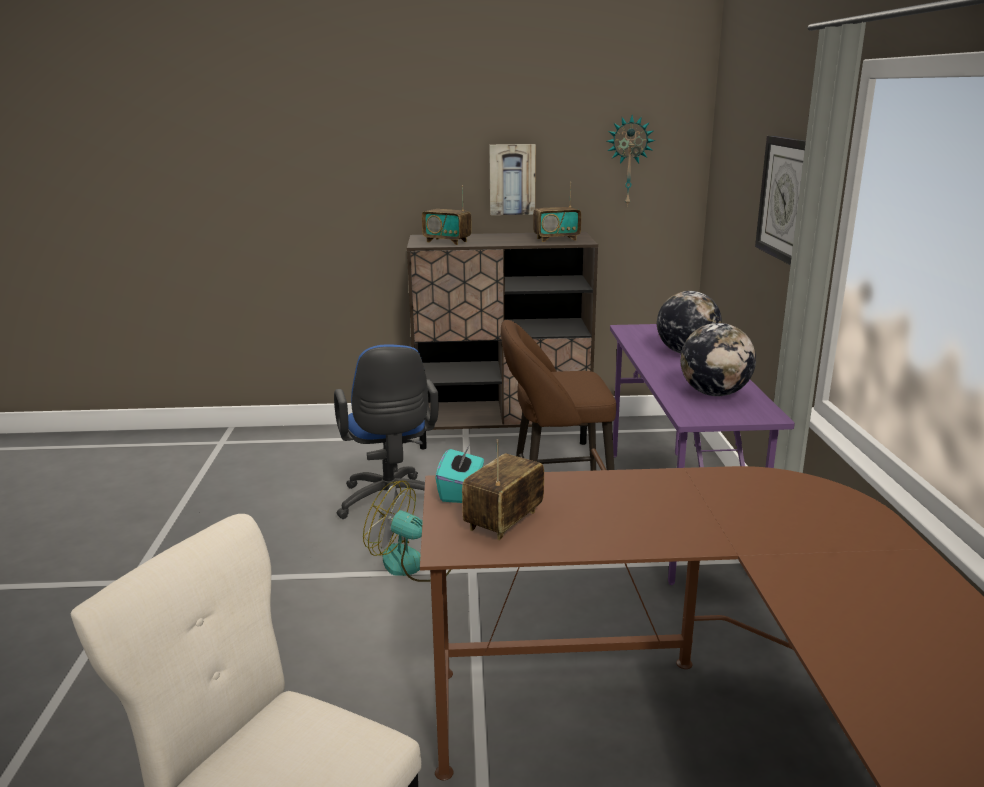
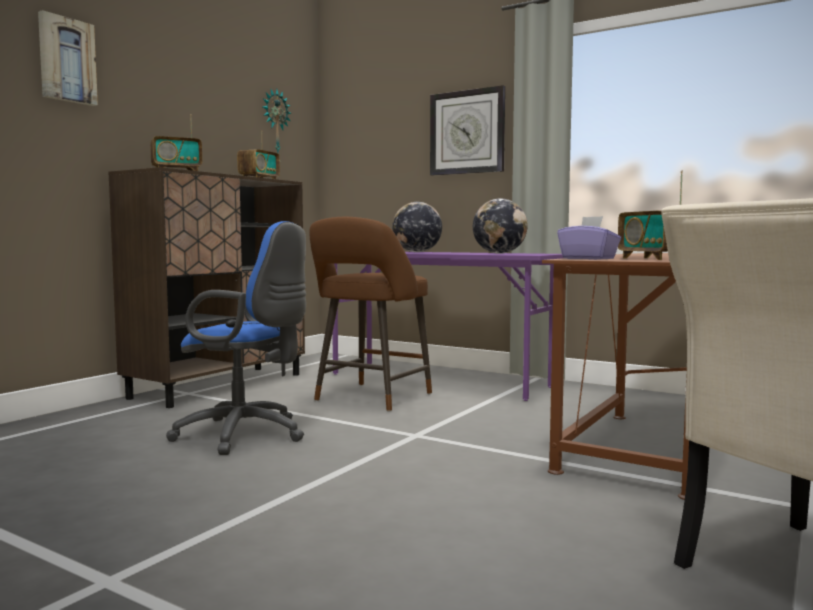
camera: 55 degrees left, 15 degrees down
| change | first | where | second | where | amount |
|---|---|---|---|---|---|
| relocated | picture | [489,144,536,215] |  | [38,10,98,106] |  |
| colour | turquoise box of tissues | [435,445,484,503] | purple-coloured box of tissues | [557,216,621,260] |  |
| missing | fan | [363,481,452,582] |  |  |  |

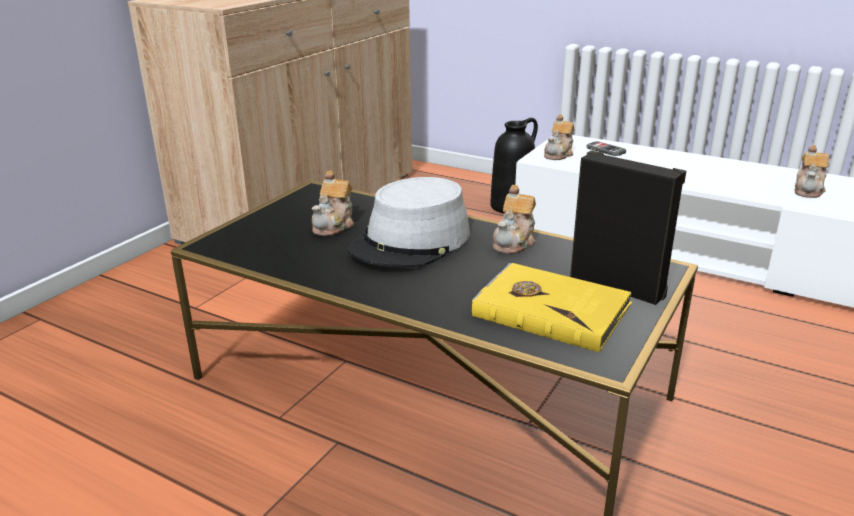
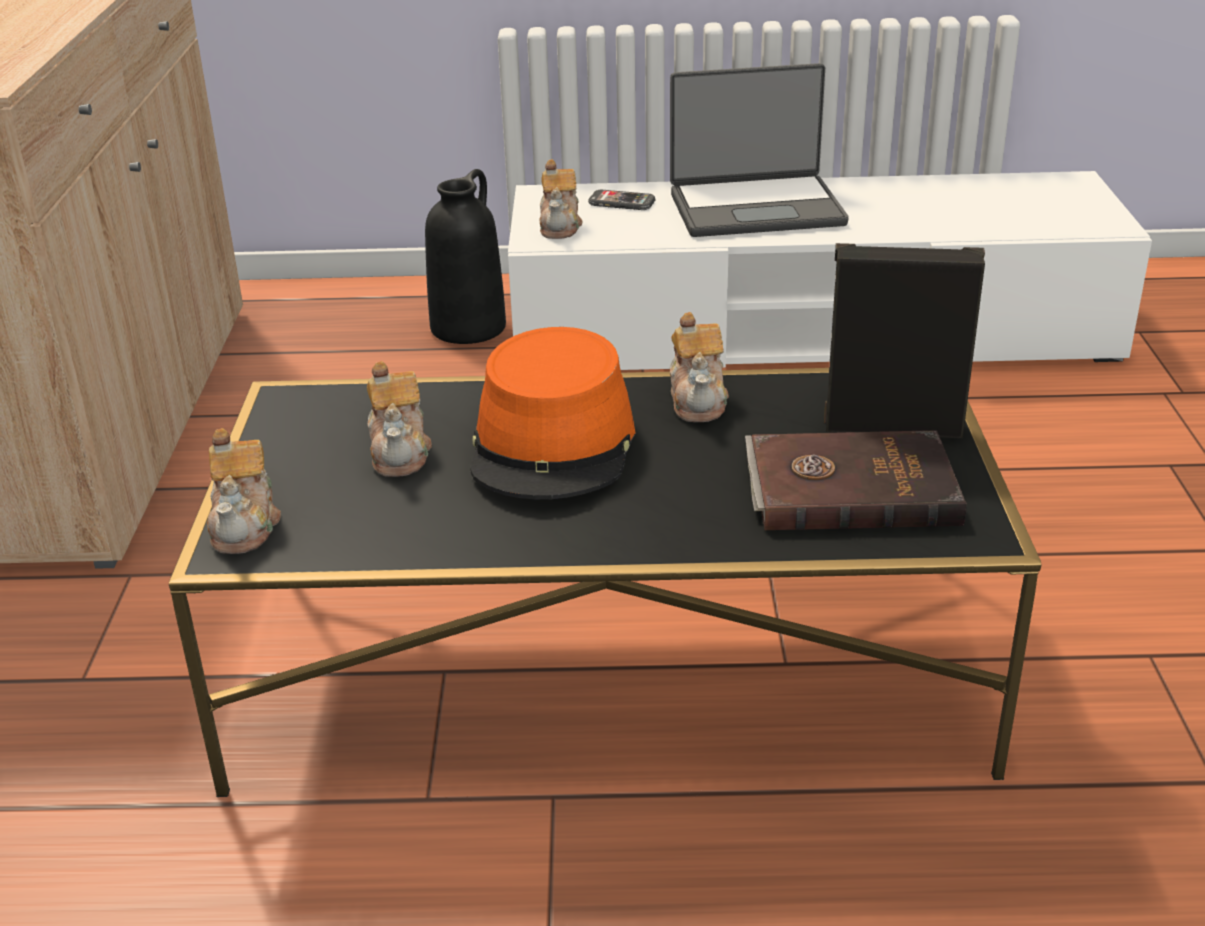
camera: 30 degrees left, 5 degrees up
| change | first | where | second | where | amount |
|---|---|---|---|---|---|
| relocated | pot for tea | [794,145,829,198] |  | [207,428,281,554] |  |
| colour | greyish clothing hat | [348,177,470,268] | orangey clothing hat | [470,327,635,499] |  |
| appeared |  |  | laptop | [670,63,849,237] |  |
| colour | yellow-coloured bound book | [472,263,633,353] | brown-coloured bound book | [745,430,967,530] |  |

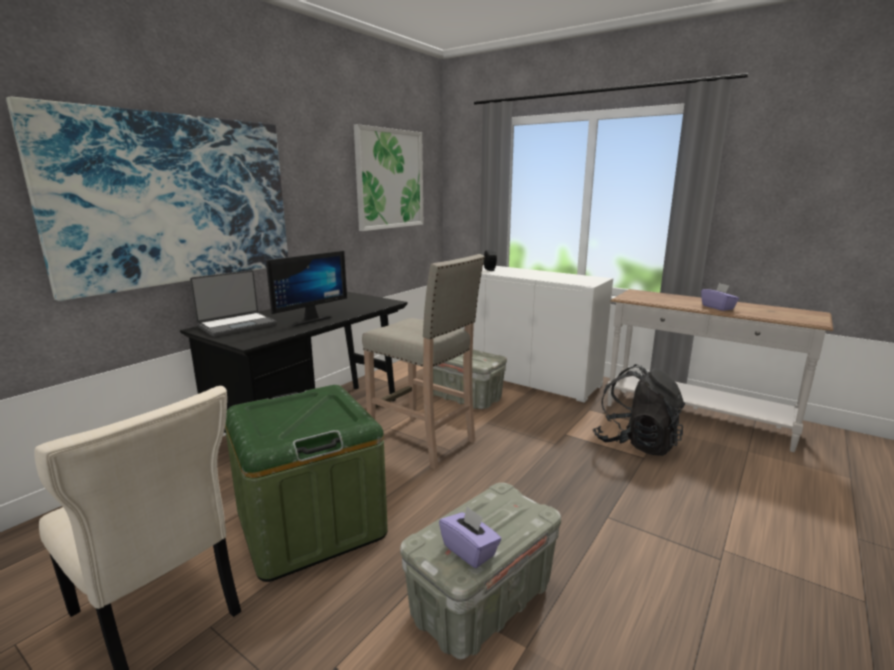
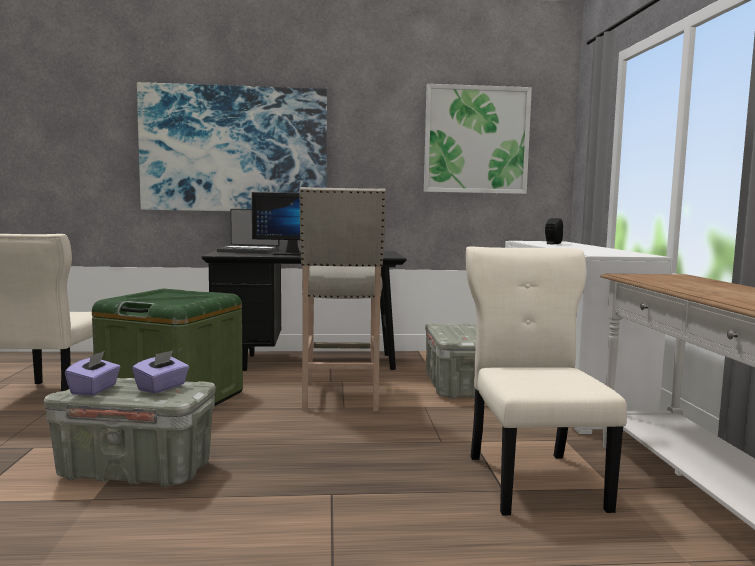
camera: 50 degrees right, 10 degrees down
| change | first | where | second | where | amount |
|---|---|---|---|---|---|
| relocated | purple-coloured box of tissues | [701,283,739,311] |  | [132,350,189,394] |  |
| exchanged | black rucksack | [592,364,685,456] | sand-coloured chair | [466,246,627,516] |  |

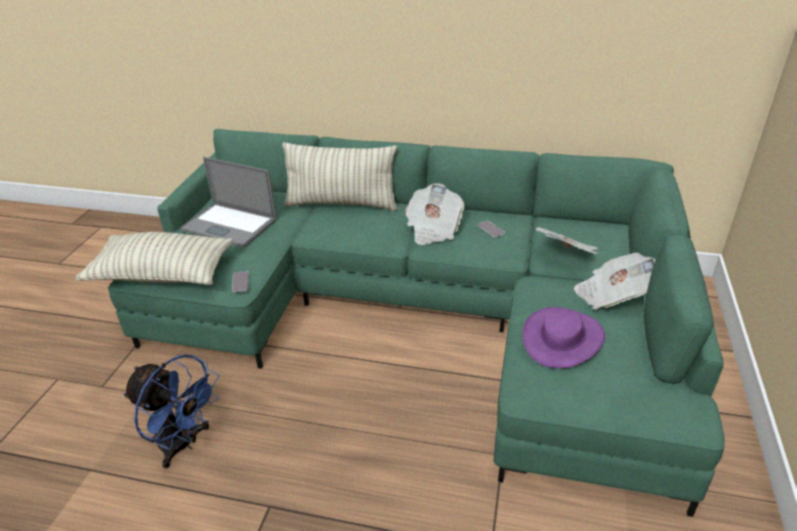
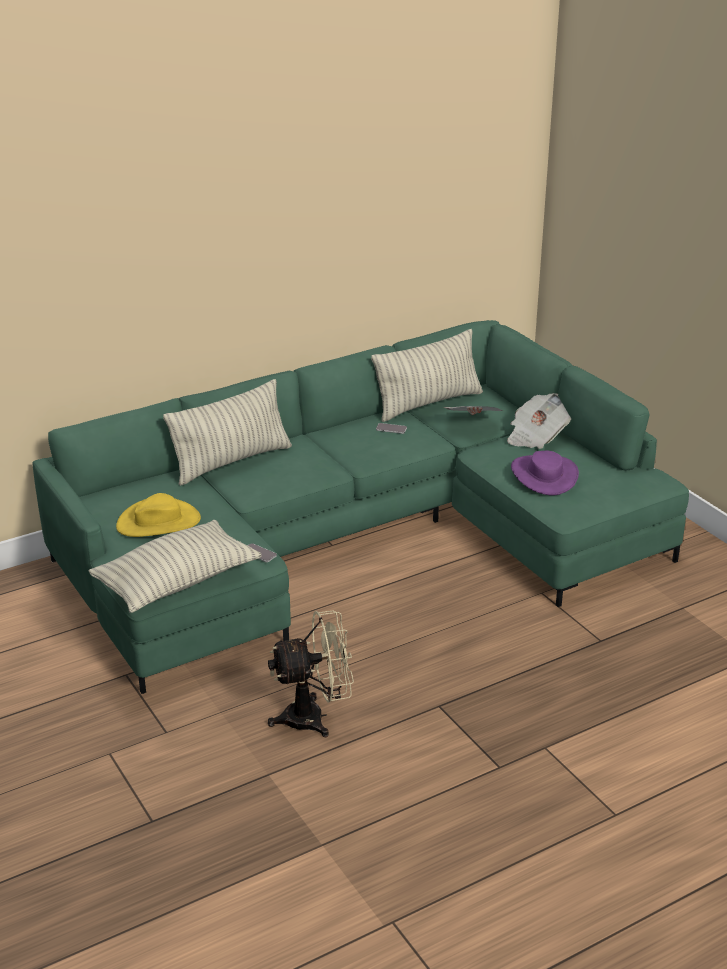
camera: 45 degrees left, 5 degrees down
| change | first | where | second | where | amount |
|---|---|---|---|---|---|
| exchanged | laptop | [179,157,276,248] | yellow-coloured clothing hat | [116,493,201,537] |  |
| colour | bluish fan | [123,354,219,469] | sand-coloured fan | [268,610,354,737] |  |
| appeared |  |  | throw pillow | [371,329,483,422] |  |
| missing | daily paper | [405,183,465,245] |  |  |  |

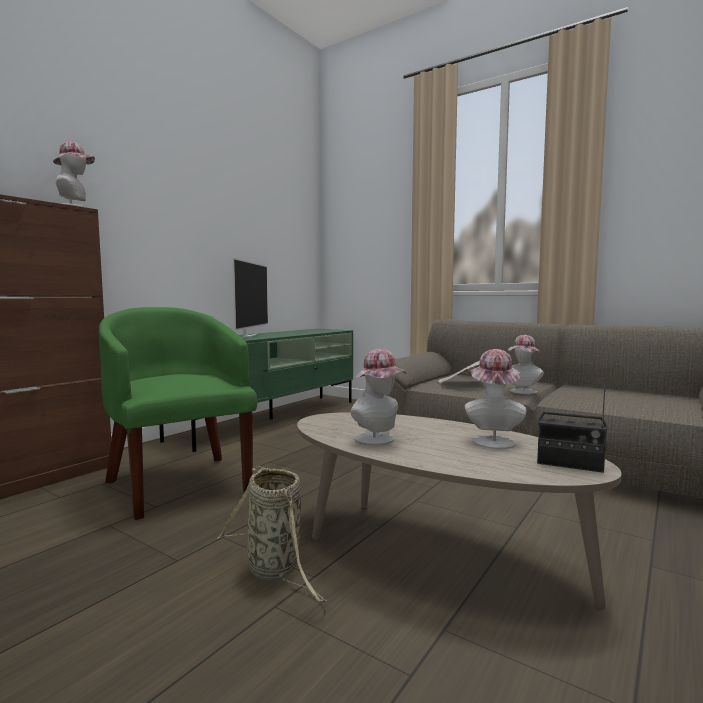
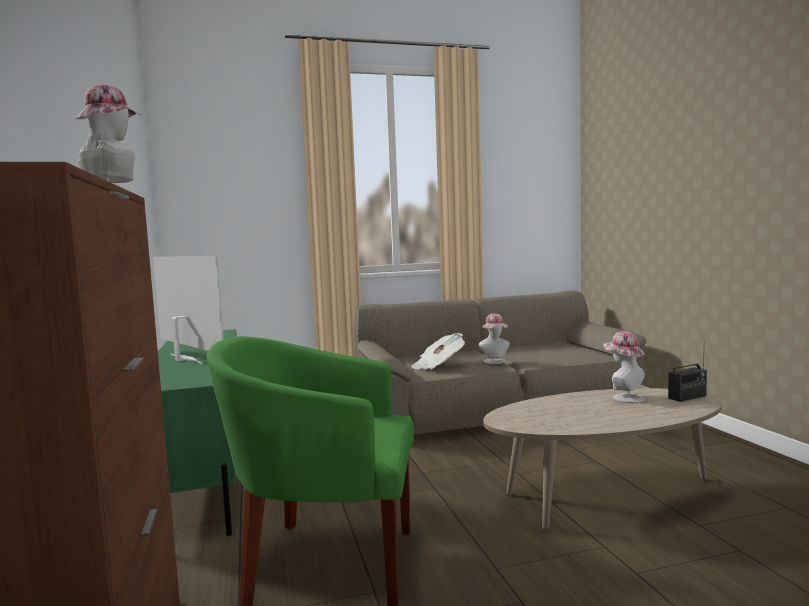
camera: 50 degrees left, 0 degrees up
| change | first | where | second | where | amount |
|---|---|---|---|---|---|
| missing | household basket | [217,466,327,603] |  |  |  |
| missing | clothing hat | [351,349,407,445] |  |  |  |

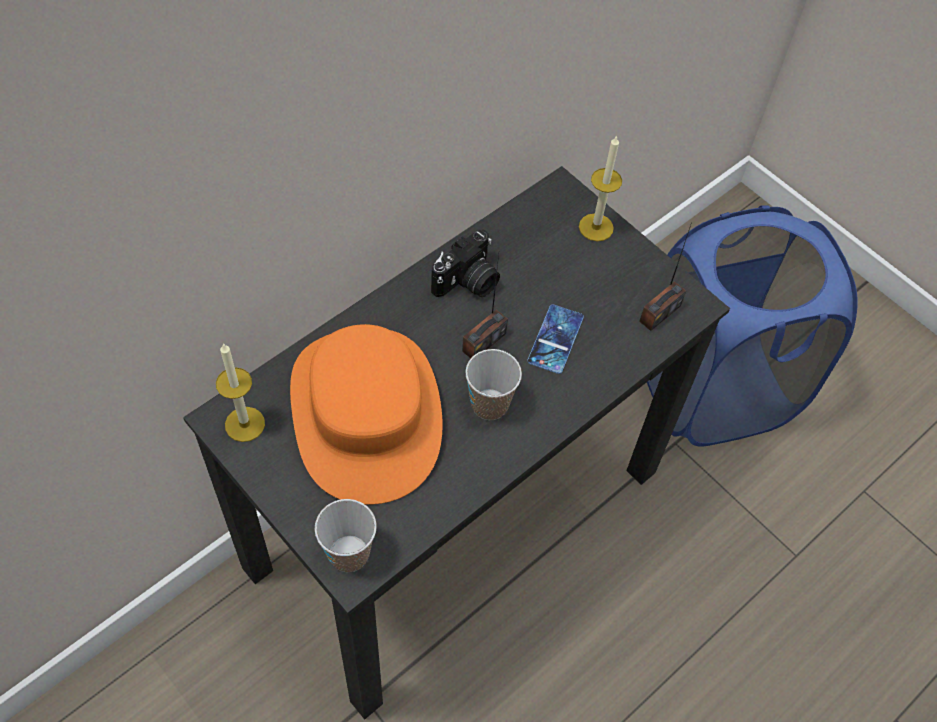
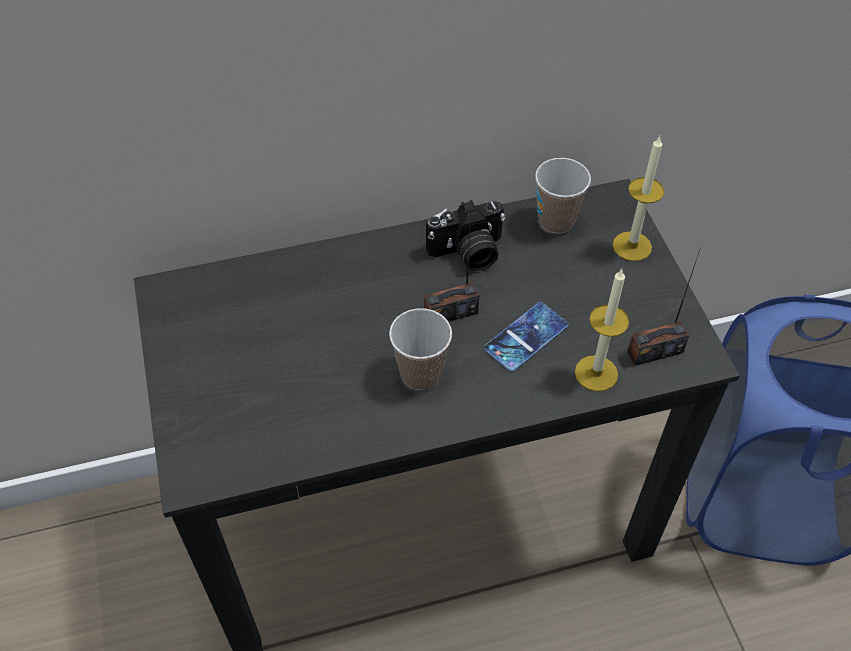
camera: 30 degrees right, 5 degrees down
| change | first | where | second | where | amount |
|---|---|---|---|---|---|
| relocated | drinking cup | [315,499,377,572] |  | [535,158,591,234] |  |
| relocated | wax candle | [216,343,265,442] |  | [575,269,629,391] |  |
| missing | orangey clothing hat | [290,324,443,505] |  |  |  |

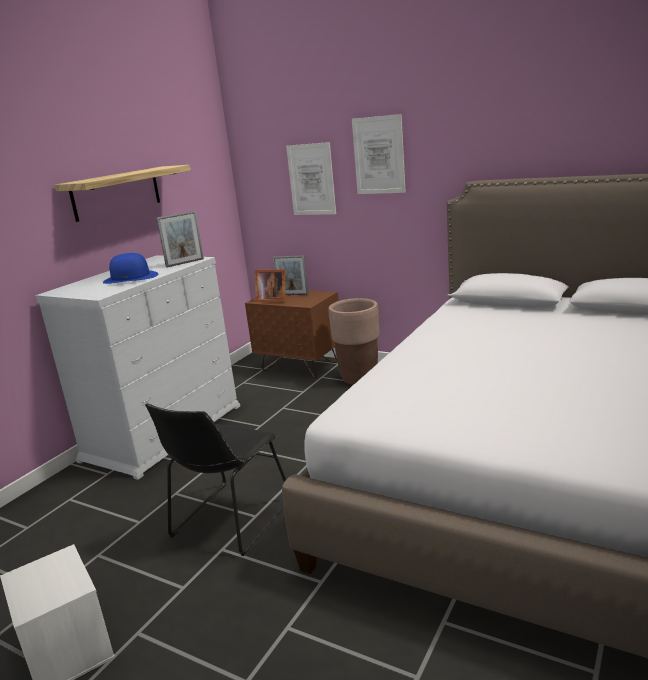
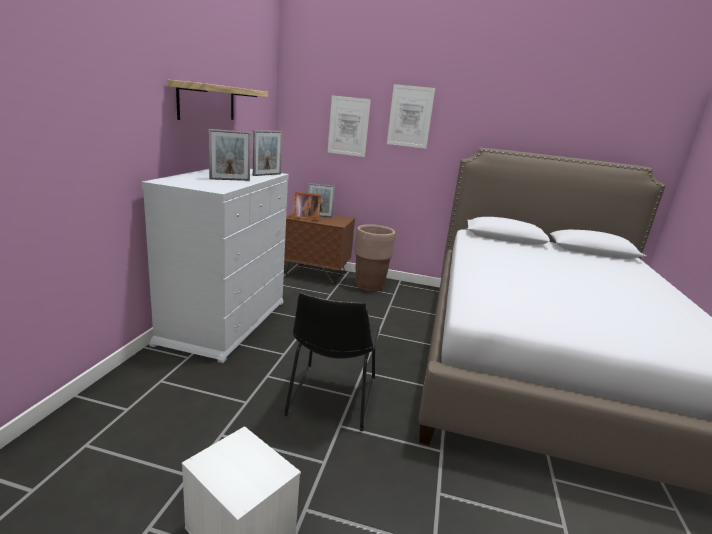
camera: 20 degrees left, 0 degrees up
| change | first | where | second | where | amount |
|---|---|---|---|---|---|
| exchanged | bluish clothing hat | [103,253,158,284] | photo frame | [209,129,251,181] |  |

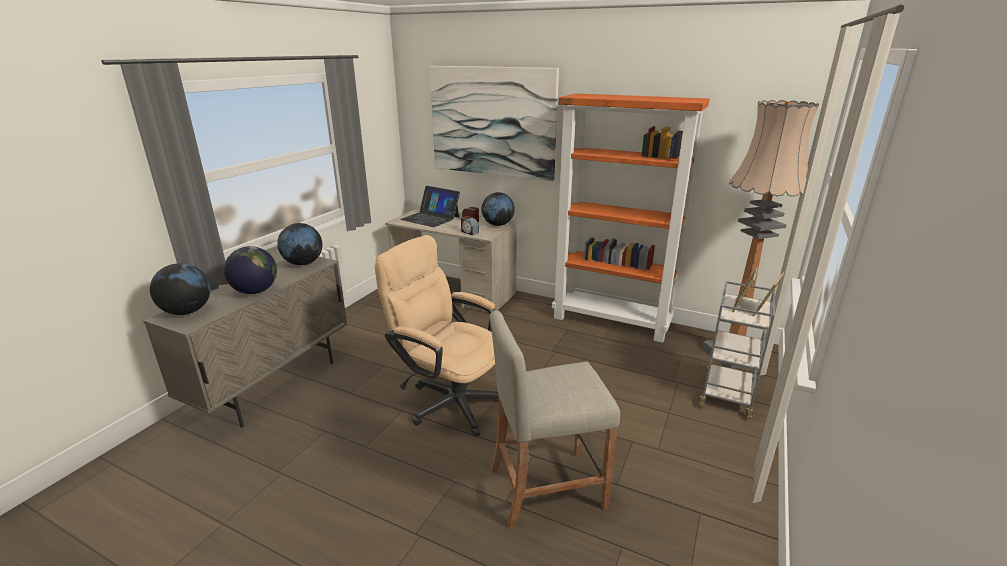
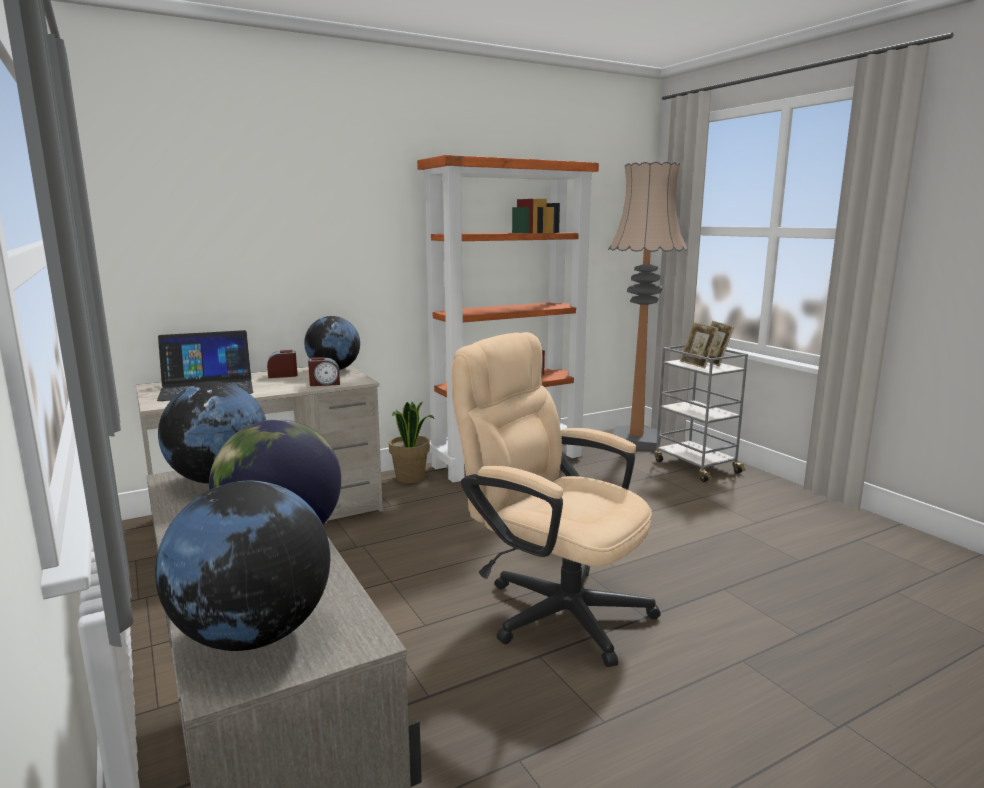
camera: 55 degrees left, 10 degrees down
| change | first | where | second | where | amount |
|---|---|---|---|---|---|
| appeared |  |  | houseplant | [389,401,435,484] |  |
| spun | sand-coloured computer chair | [375,235,499,436] |  | [451,332,661,667] | 60 degrees clockwise |
| missing | picture | [429,66,559,181] |  |  |  |
| missing | sand-coloured stool seat | [490,310,620,528] |  |  |  |

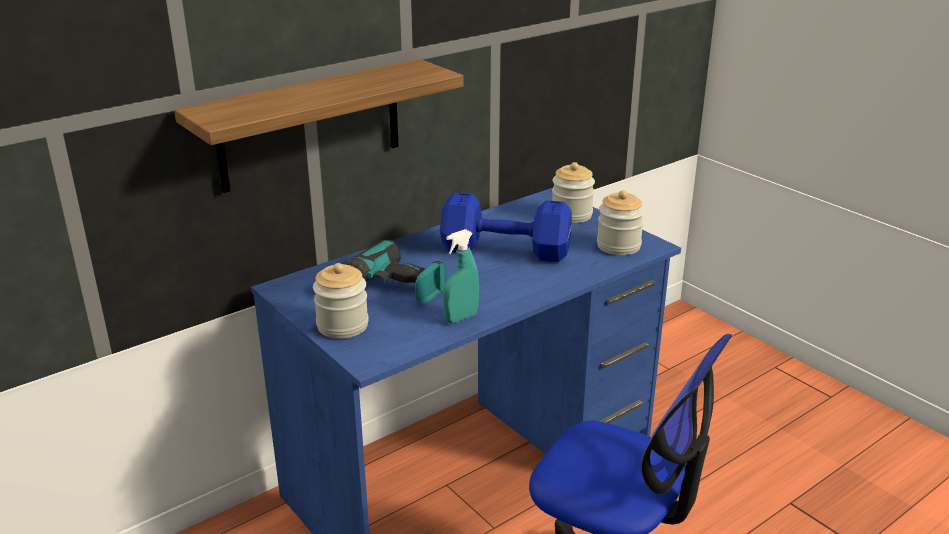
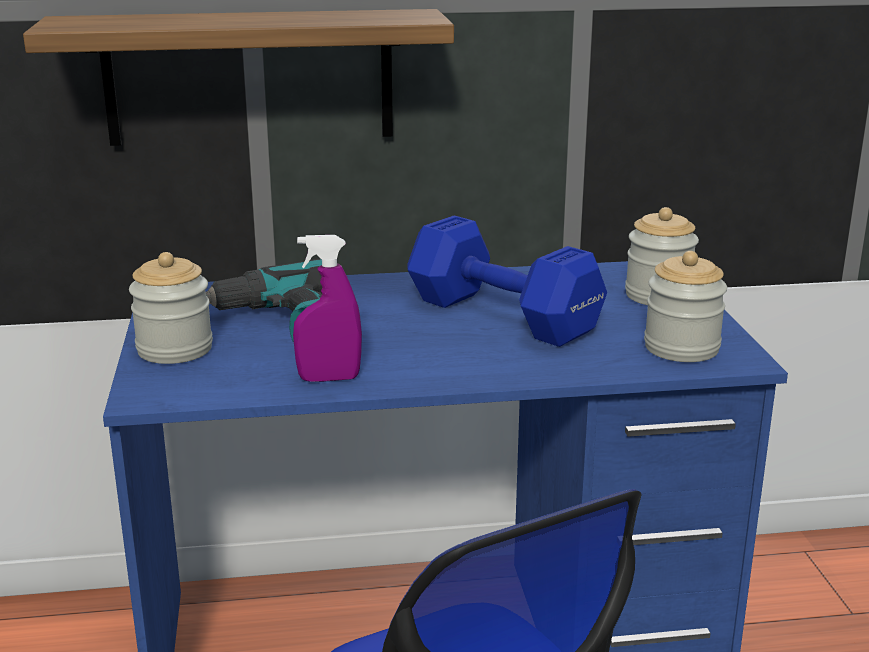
camera: 30 degrees right, 5 degrees down
| change | first | where | second | where | amount |
|---|---|---|---|---|---|
| colour | turquoise hand sprayer | [443,229,479,323] | purple-coloured hand sprayer | [293,235,362,382] |  |

